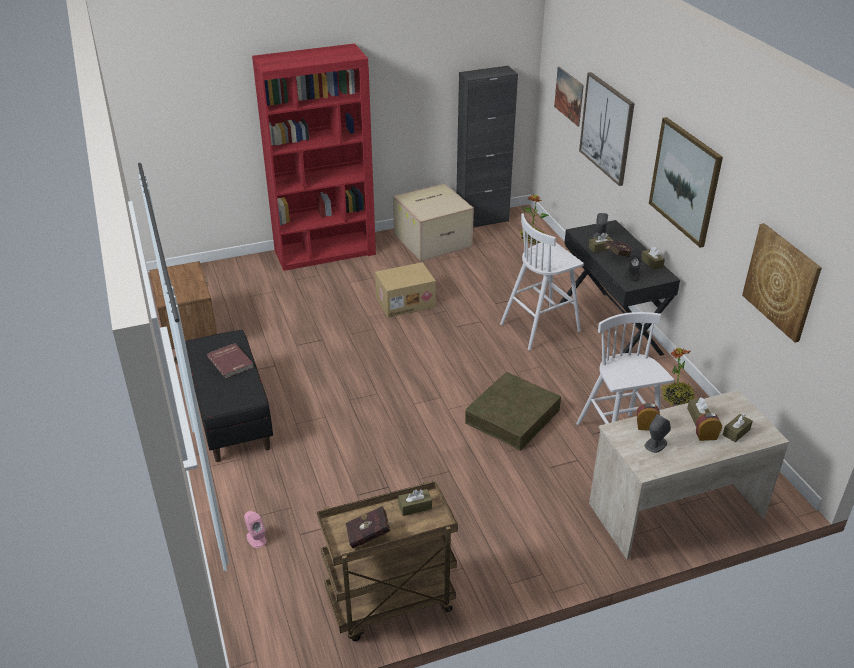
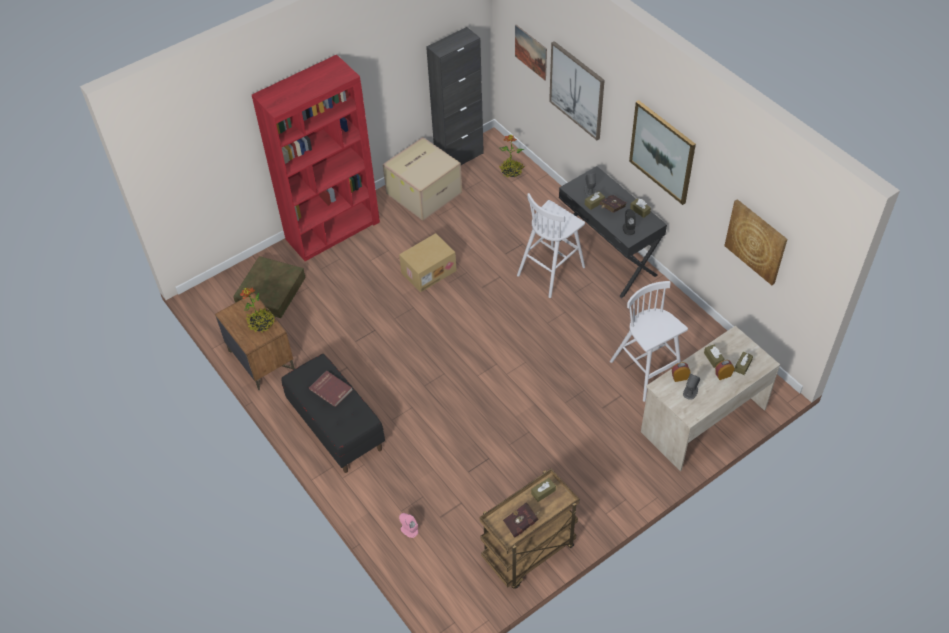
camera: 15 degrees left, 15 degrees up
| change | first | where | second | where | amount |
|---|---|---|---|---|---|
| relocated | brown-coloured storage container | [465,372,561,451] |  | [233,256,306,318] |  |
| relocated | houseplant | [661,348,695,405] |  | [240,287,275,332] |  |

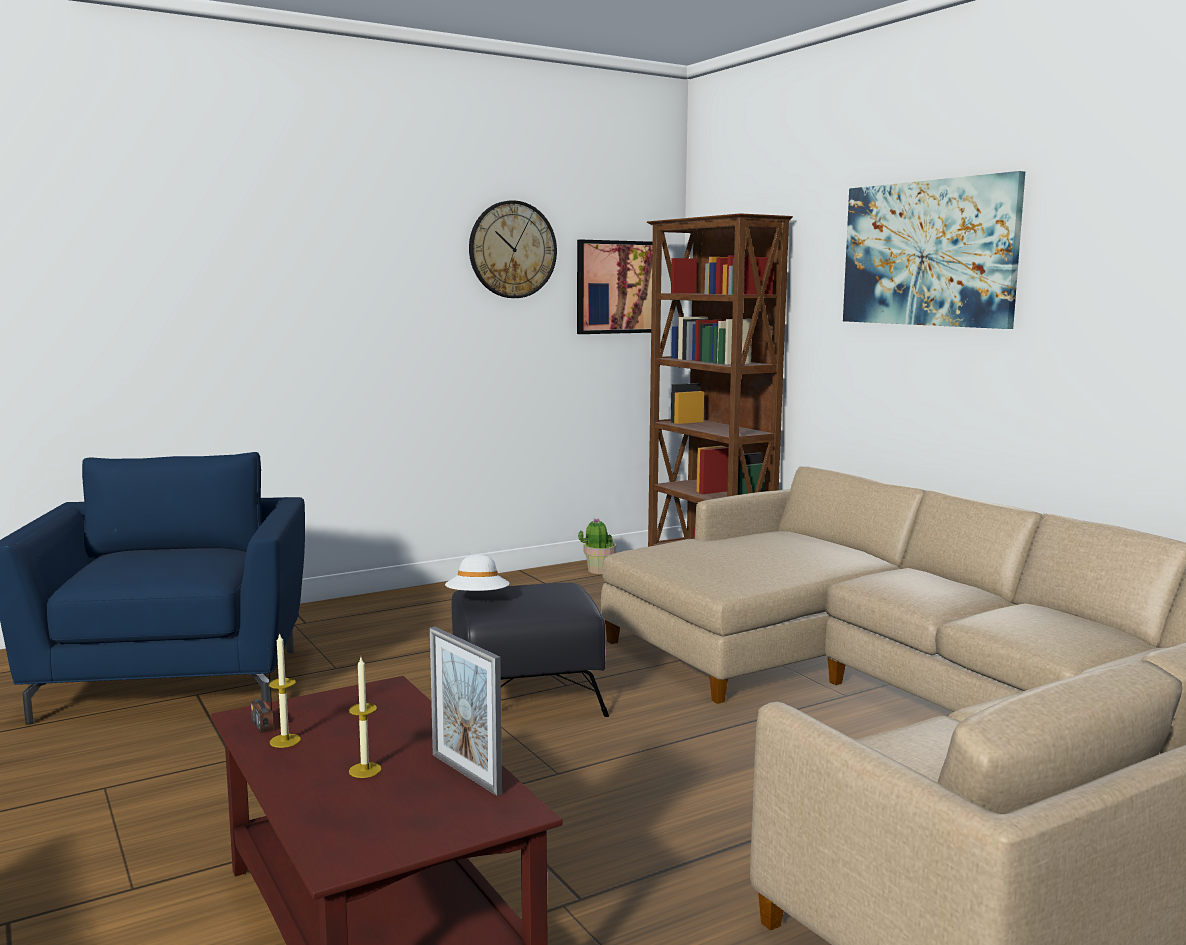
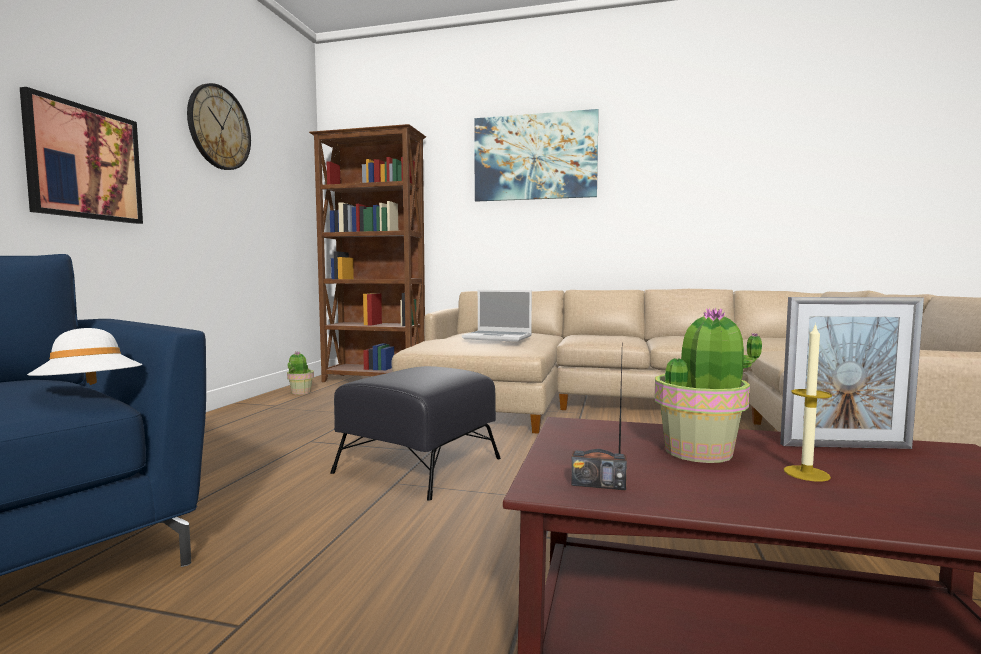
camera: 45 degrees left, 5 degrees down
| change | first | where | second | where | amount |
|---|---|---|---|---|---|
| relocated | picture | [577,240,653,334] |  | [20,87,143,224] |  |
| relocated | white clothing hat | [445,554,509,591] |  | [27,328,143,385] |  |
| appeared |  |  | laptop | [462,290,532,342] |  |
| appeared |  |  | houseplant | [654,308,762,463] |  |
| missing | wax candle | [269,633,301,748] |  |  |  |

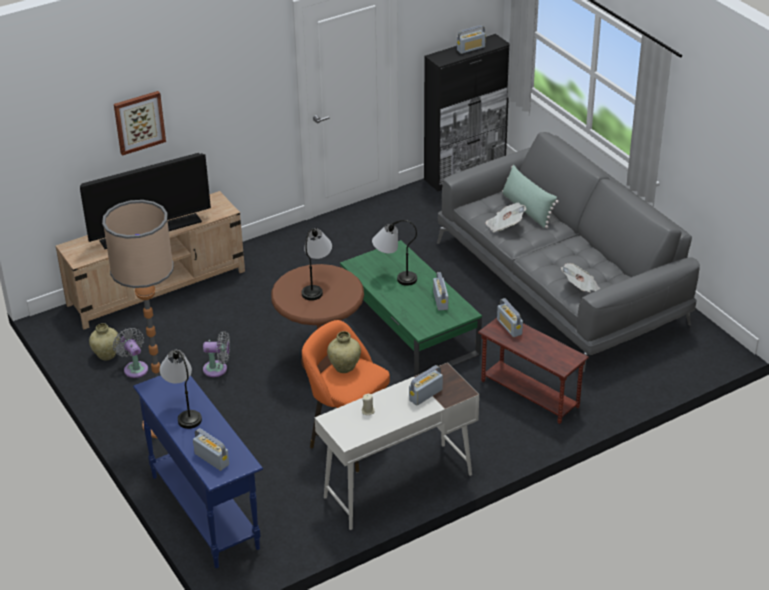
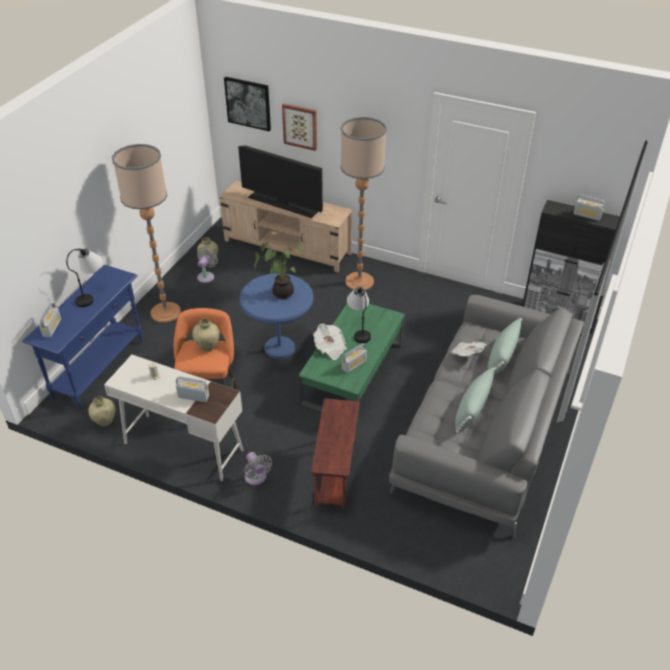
camera: 55 degrees right, 5 degrees up
| change | first | where | second | where | amount |
|---|---|---|---|---|---|
| appeared |  |  | sand-coloured vase | [88,396,116,427] |  |
| appeared |  |  | picture | [224,77,271,131] |  |
| colour | brown-coloured end table | [271,264,364,373] | bluish end table | [239,273,314,360] |  |
| relocated | greyish fan | [203,331,230,377] |  | [244,452,272,486] |  |
| exchanged | tabletop lamp | [302,228,332,301] | houseplant | [254,242,303,299] |  |
| relocated | daily paper | [561,263,600,293] |  | [313,324,347,360] |  |
| appeared |  |  | floor lamp | [340,117,387,290] |  |
| appeared |  |  | green throw pillow | [455,367,495,433] |  |
| missing | radio set | [497,298,523,337] |  |  |  |

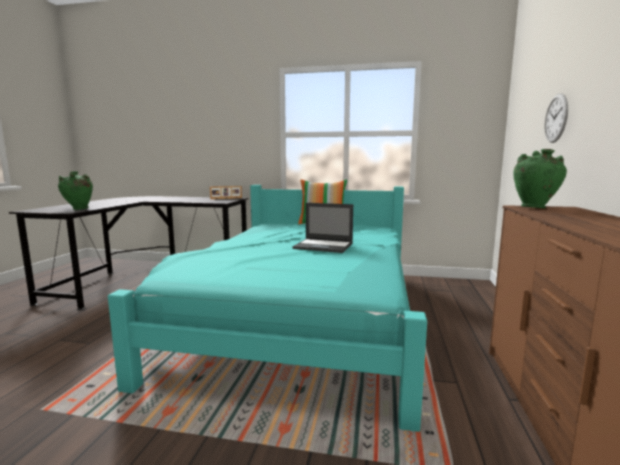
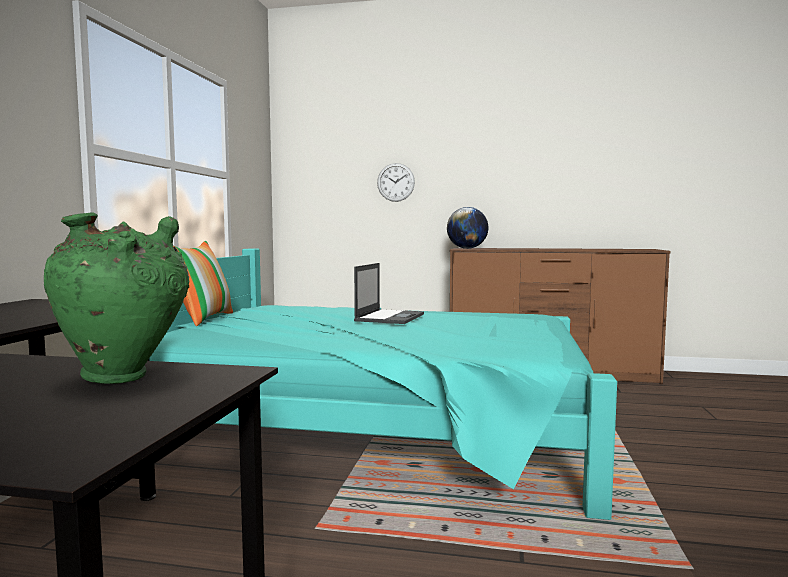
camera: 90 degrees left, 5 degrees down
| change | first | where | second | where | amount |
|---|---|---|---|---|---|
| exchanged | green vase | [513,149,567,208] | globe | [447,207,488,249] |  |
| missing | photo frame | [210,186,242,199] |  |  |  |

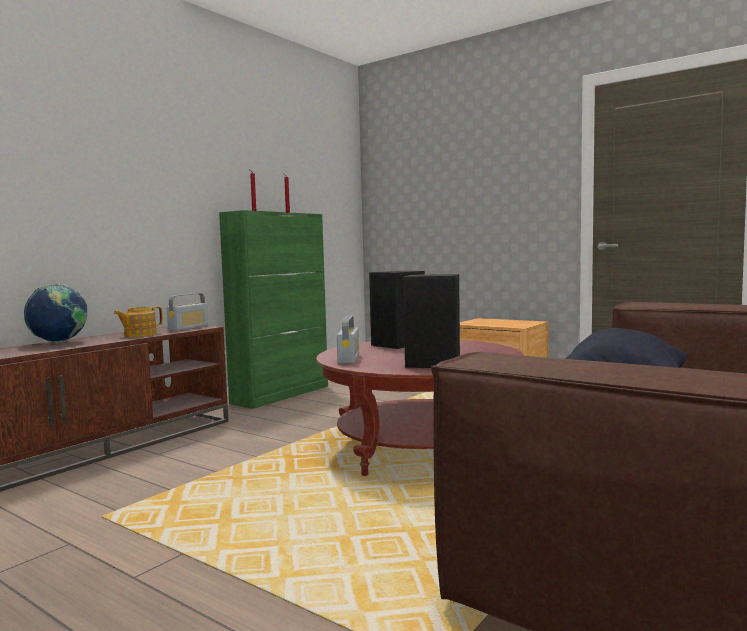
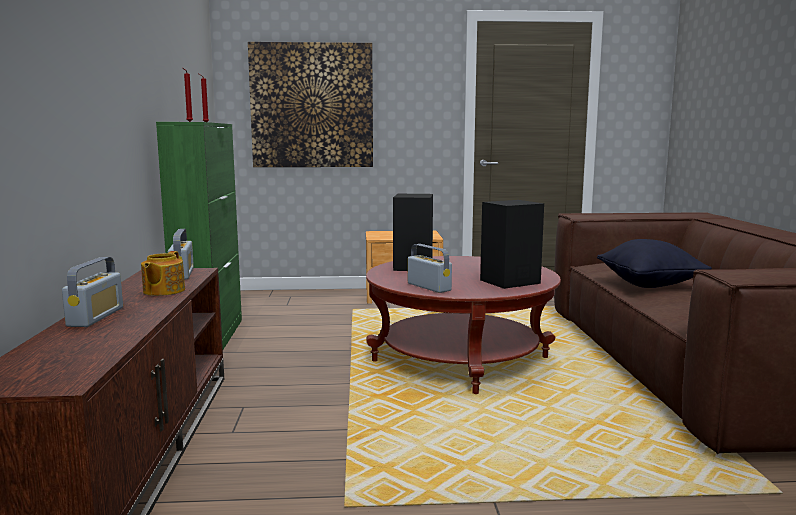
camera: 40 degrees left, 5 degrees up
| change | first | where | second | where | amount |
|---|---|---|---|---|---|
| exchanged | globe | [24,284,87,343] | radio set | [62,257,123,327] |  |
| appeared |  |  | picture | [248,42,373,167] |  |

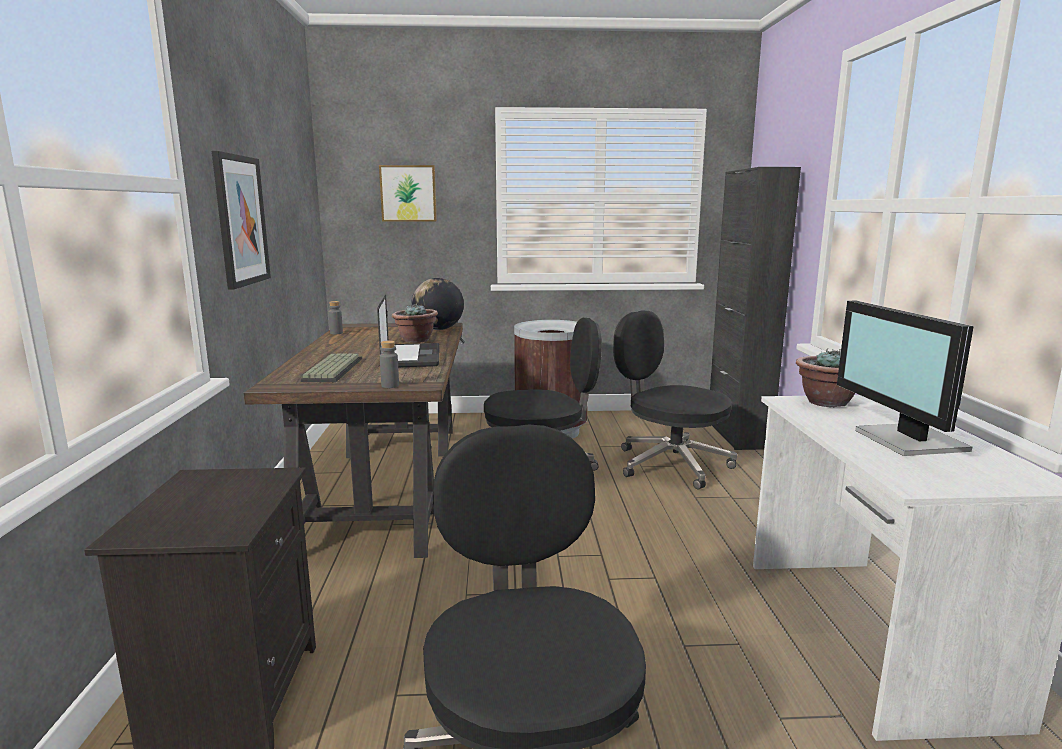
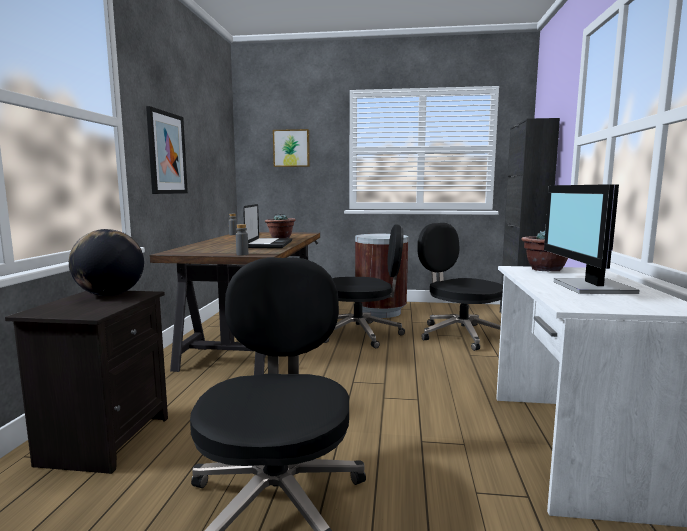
camera: 10 degrees right, 5 degrees down
| change | first | where | second | where | amount |
|---|---|---|---|---|---|
| relocated | globe | [411,278,464,330] |  | [69,229,144,296] |  |
| missing | PC keyboard | [301,354,362,382] |  |  |  |

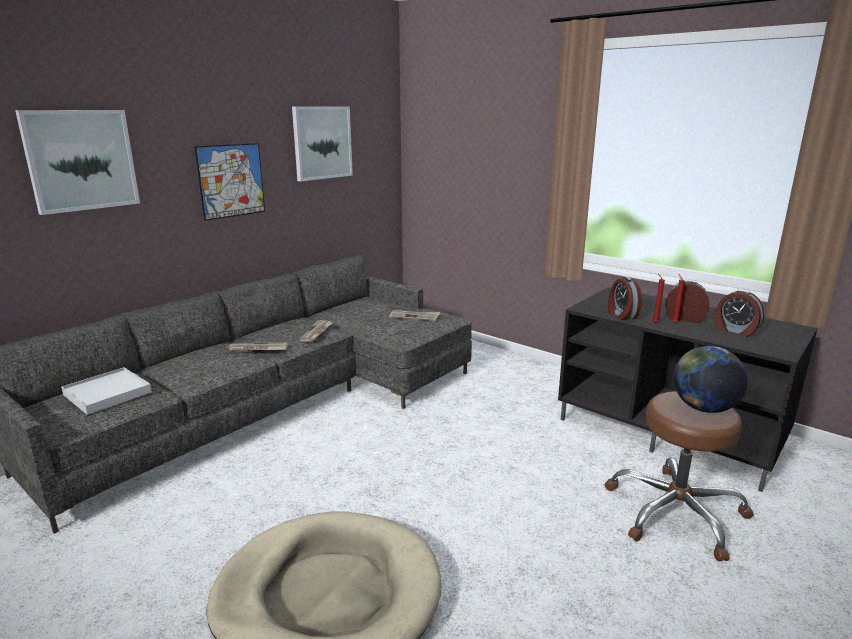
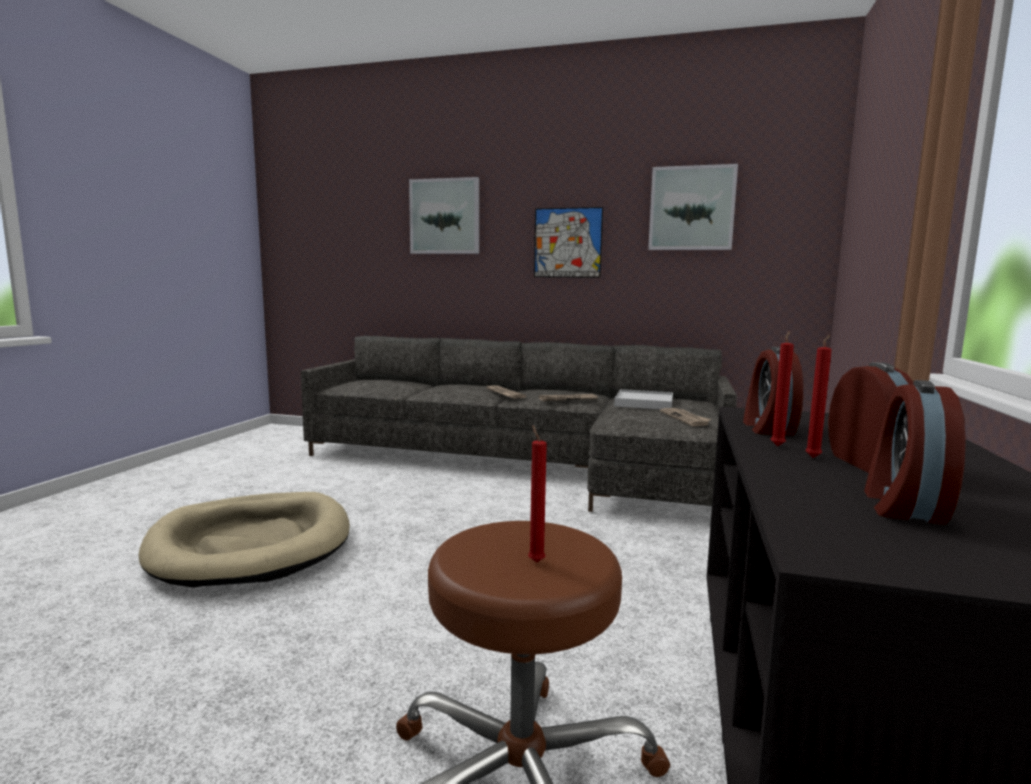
camera: 65 degrees right, 10 degrees down
| change | first | where | second | where | amount |
|---|---|---|---|---|---|
| exchanged | globe | [673,346,748,413] | red wax candle | [528,425,547,563] |  |
| relocated | white carrying tray | [61,367,152,415] |  | [614,389,673,409] |  |
| spun | bedside clock | [608,277,642,320] |  | [743,347,803,435] | 45 degrees counterclockwise |

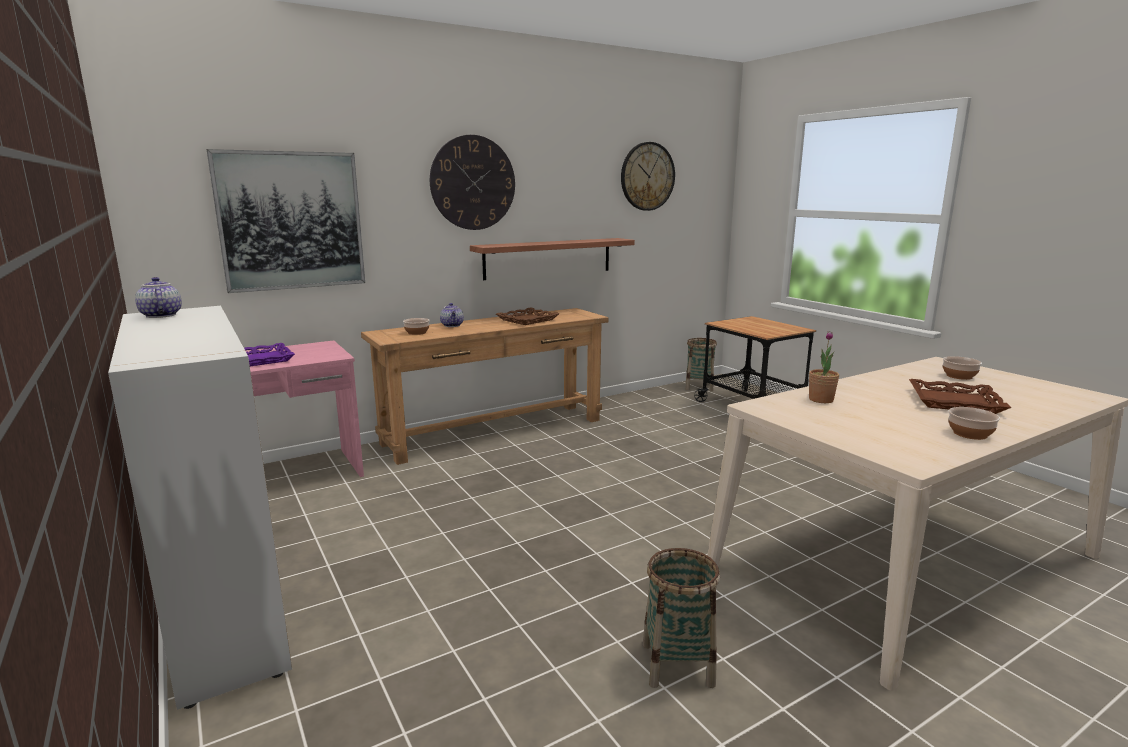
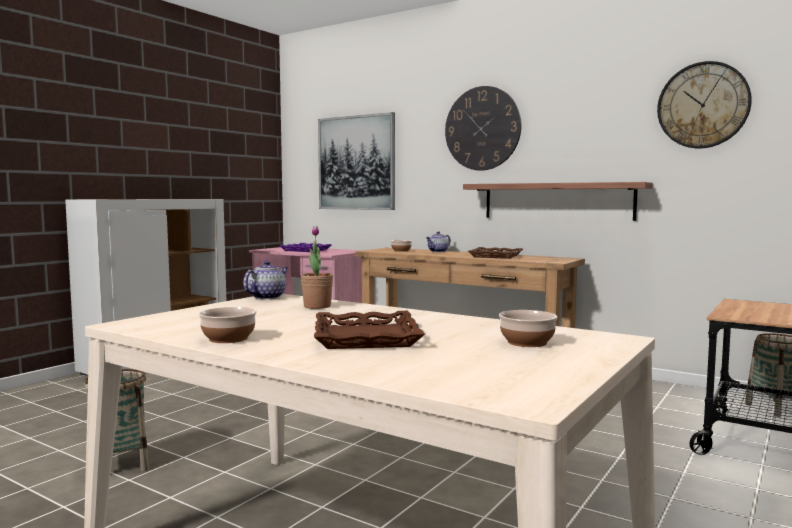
camera: 65 degrees right, 10 degrees down
| change | first | where | second | where | amount |
|---|---|---|---|---|---|
| relocated | pot for tea | [135,277,182,318] |  | [243,261,288,299] |  |

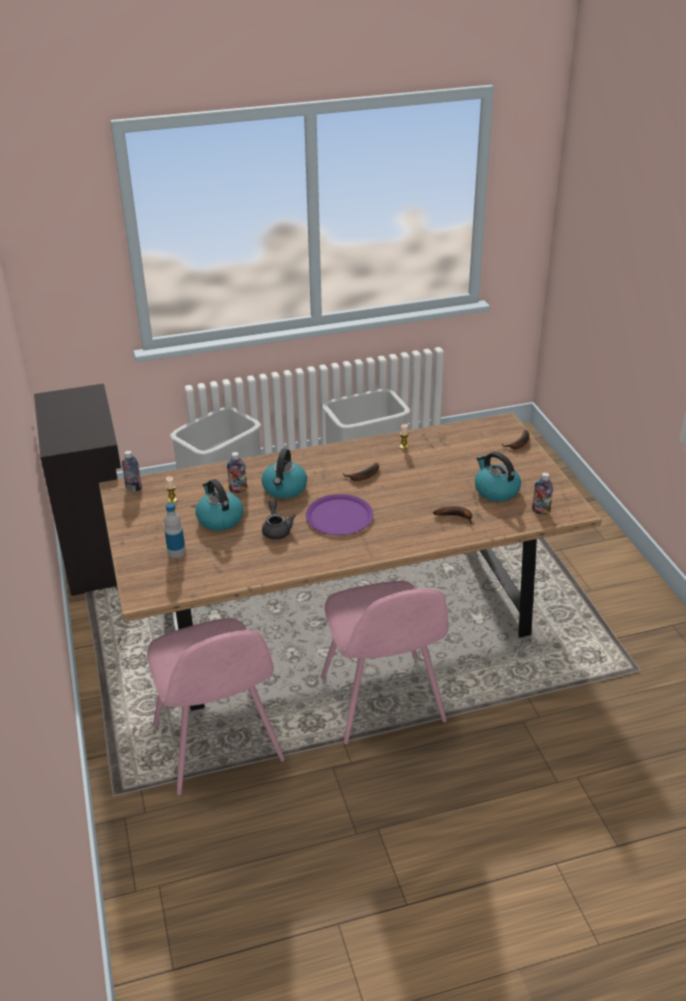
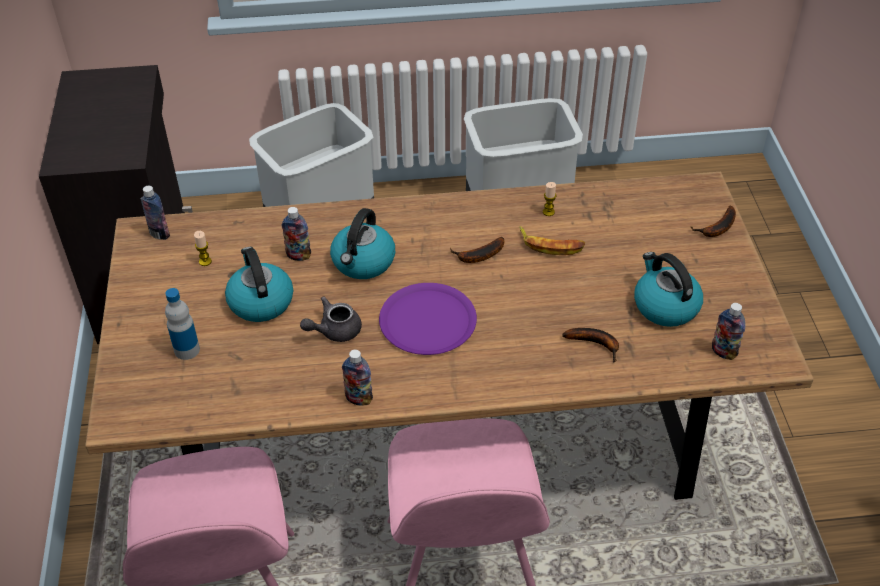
camera: 10 degrees right, 10 degrees up
| change | first | where | second | where | amount |
|---|---|---|---|---|---|
| spun | greyish pot for tea | [262,499,296,540] |  | [300,296,362,342] | 120 degrees counterclockwise |
| appeared |  |  | beverage bottle | [342,349,373,406] |  |
| appeared |  |  | whole banana | [519,226,585,255] |  |

